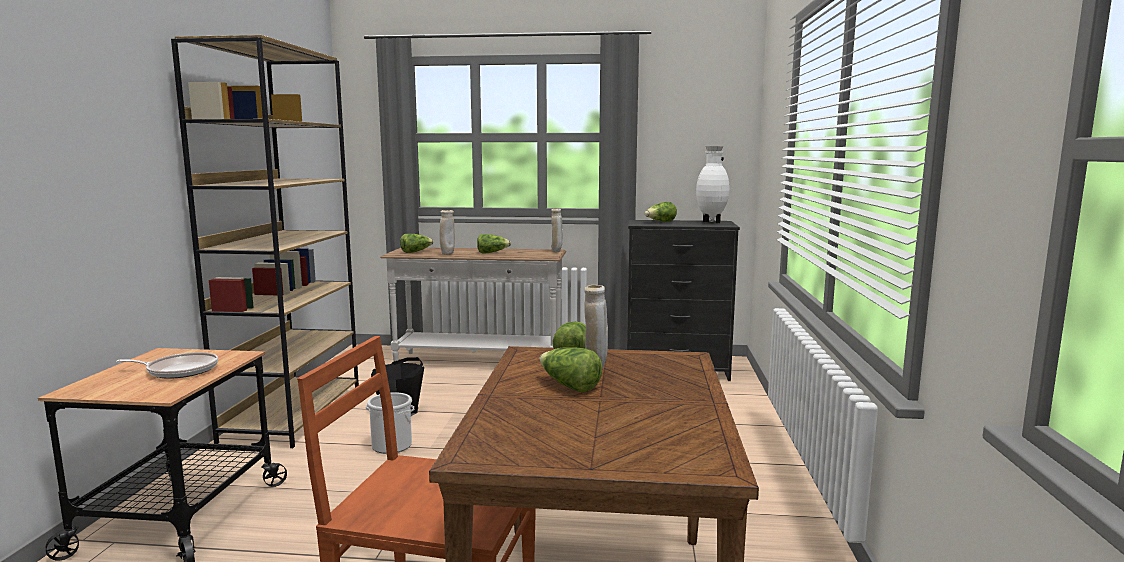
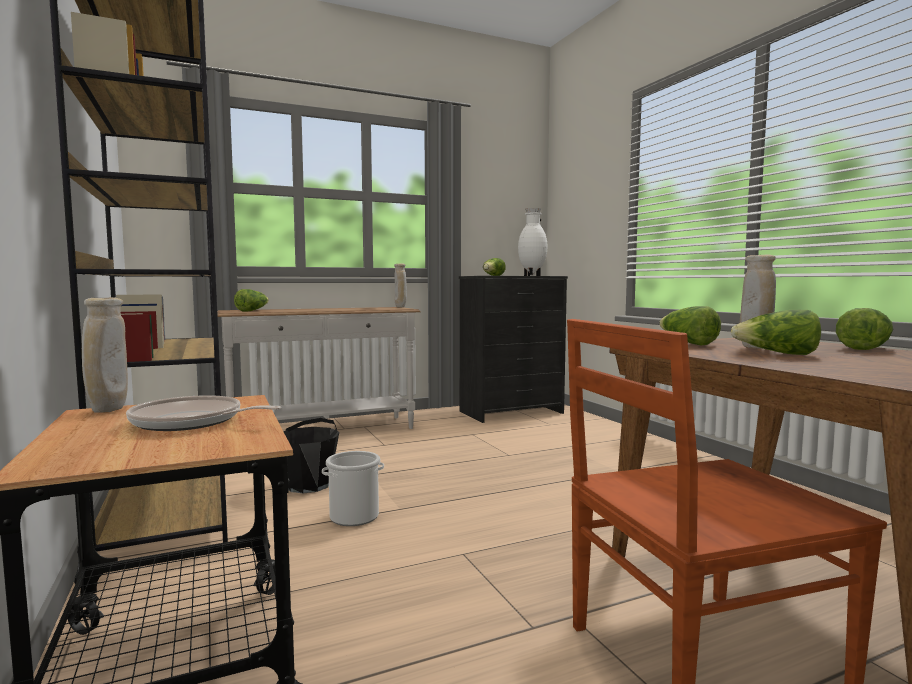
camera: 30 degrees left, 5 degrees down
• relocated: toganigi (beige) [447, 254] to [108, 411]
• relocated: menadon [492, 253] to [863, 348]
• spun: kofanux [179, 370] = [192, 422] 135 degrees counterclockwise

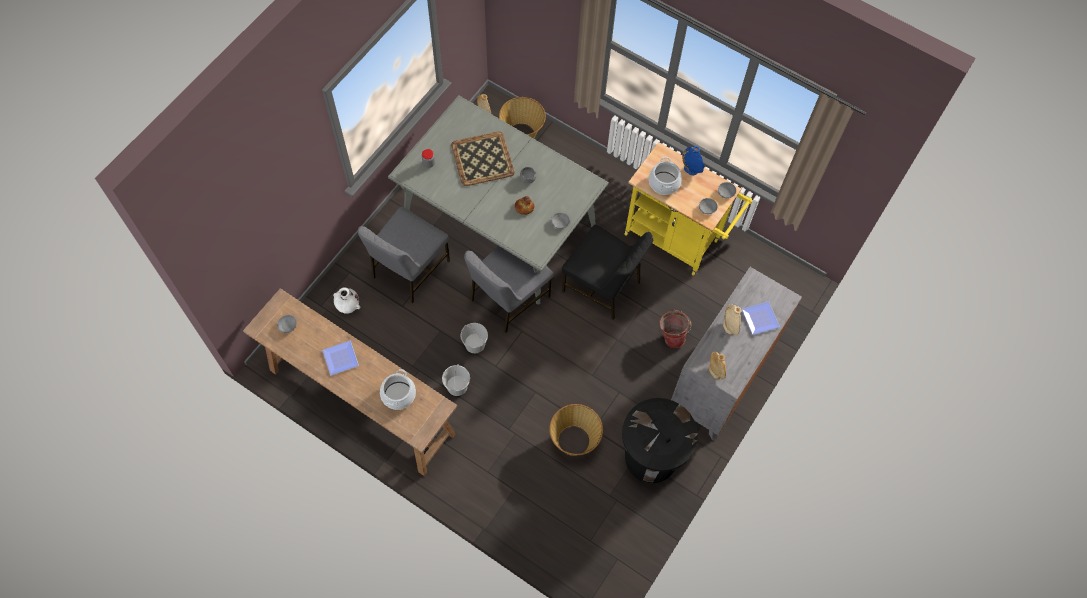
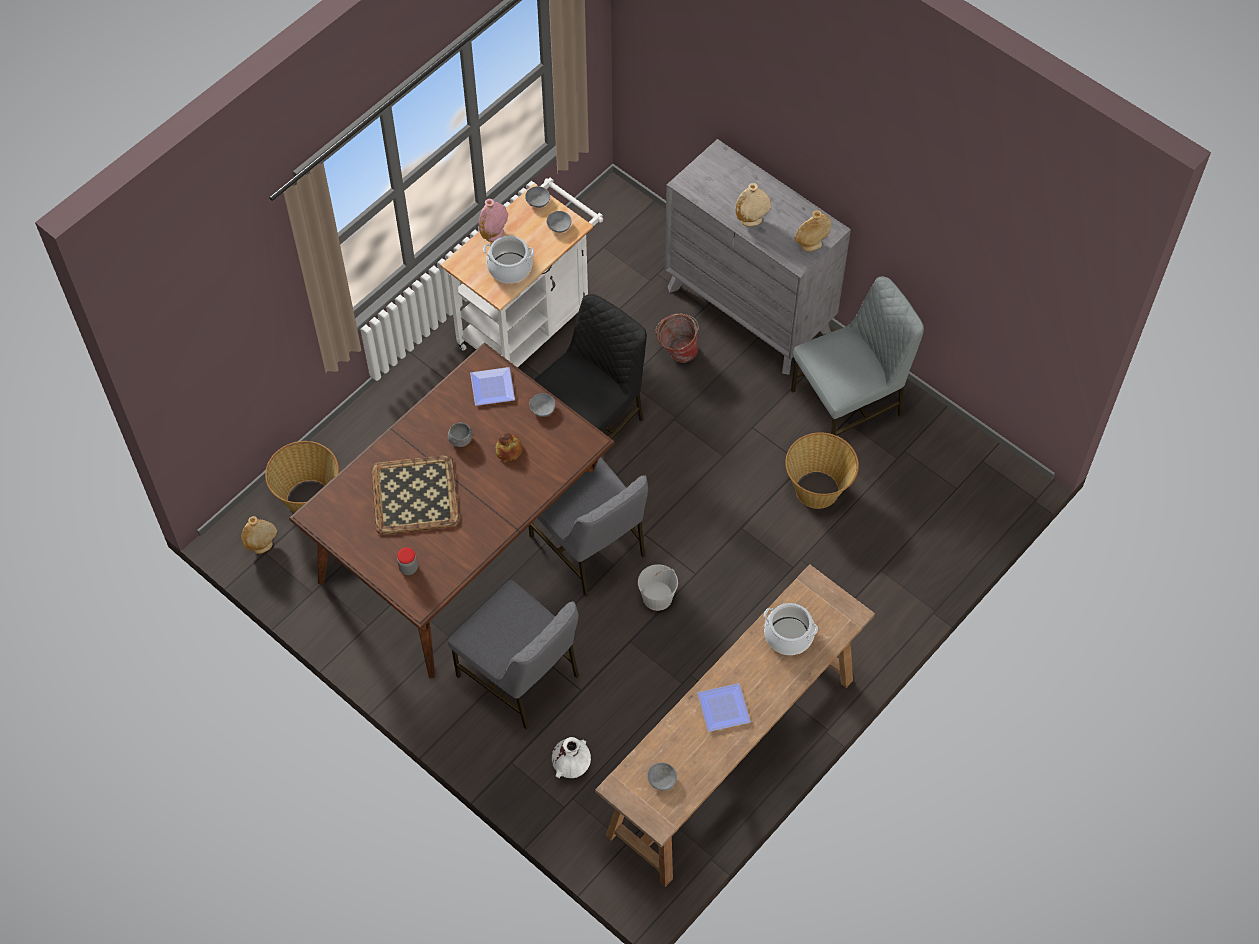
camera: 80 degrees left, 5 degrees down
• colour: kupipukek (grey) [500, 224] to kupipukek (brown) [463, 543]
• colour: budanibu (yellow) [677, 240] to budanibu (white) [530, 324]
• colour: toganigi (blue) [690, 170] to toganigi (pink) [494, 234]
• relocated: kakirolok [759, 320] to [494, 389]
• missing: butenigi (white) [457, 386]
• exchanged: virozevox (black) [651, 458] to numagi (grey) [849, 404]

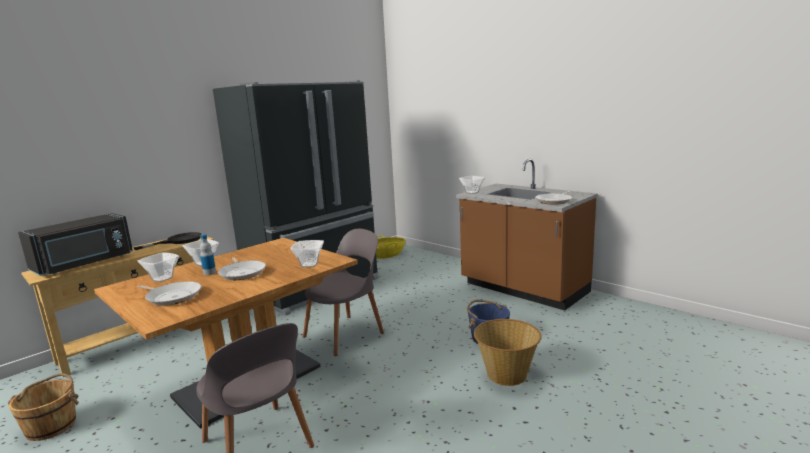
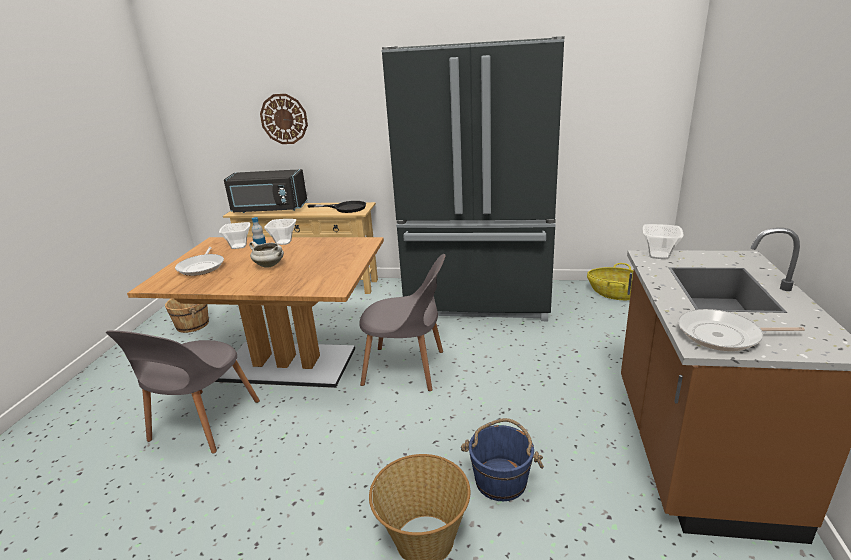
camera: 55 degrees right, 10 degrees up
• missing: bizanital [308, 265]
• exchanged: kofanux [242, 273] to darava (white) [270, 265]
• appeared: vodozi [284, 119]

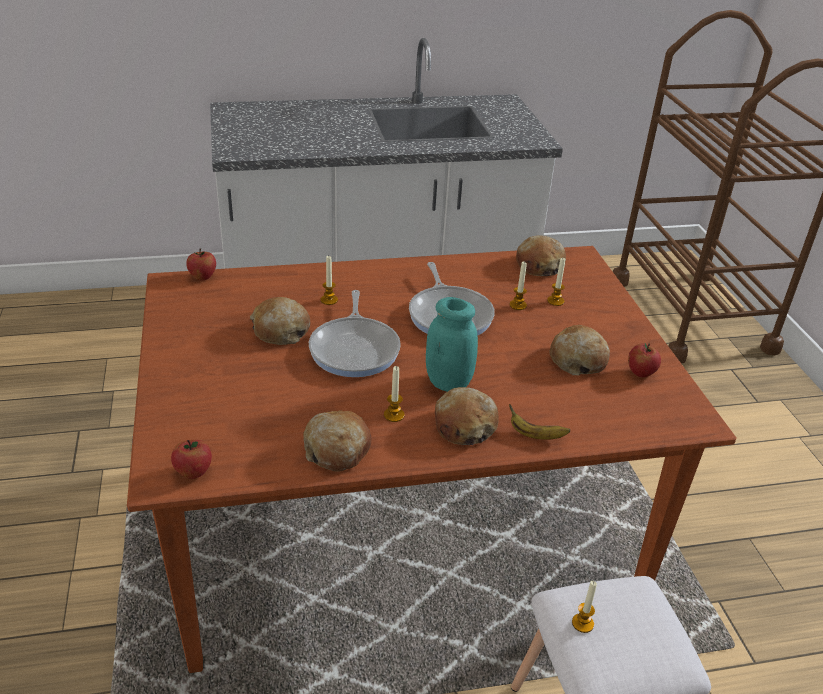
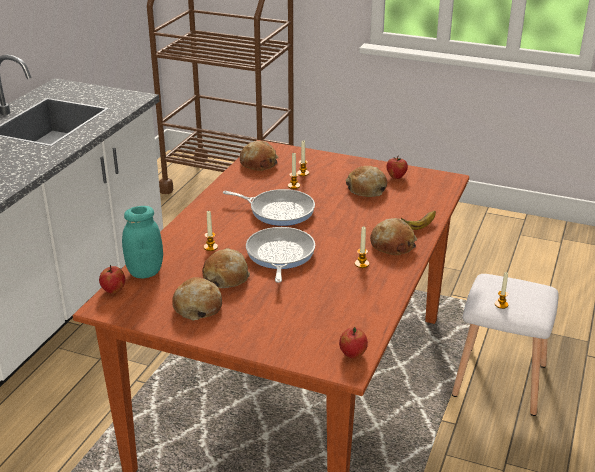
camera: 55 degrees left, 5 degrees down
• spun: kofanux [355, 349] = [279, 255] 120 degrees counterclockwise
• relocated: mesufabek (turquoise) [448, 382] to [145, 272]
• relocated: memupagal [337, 449] to [197, 306]

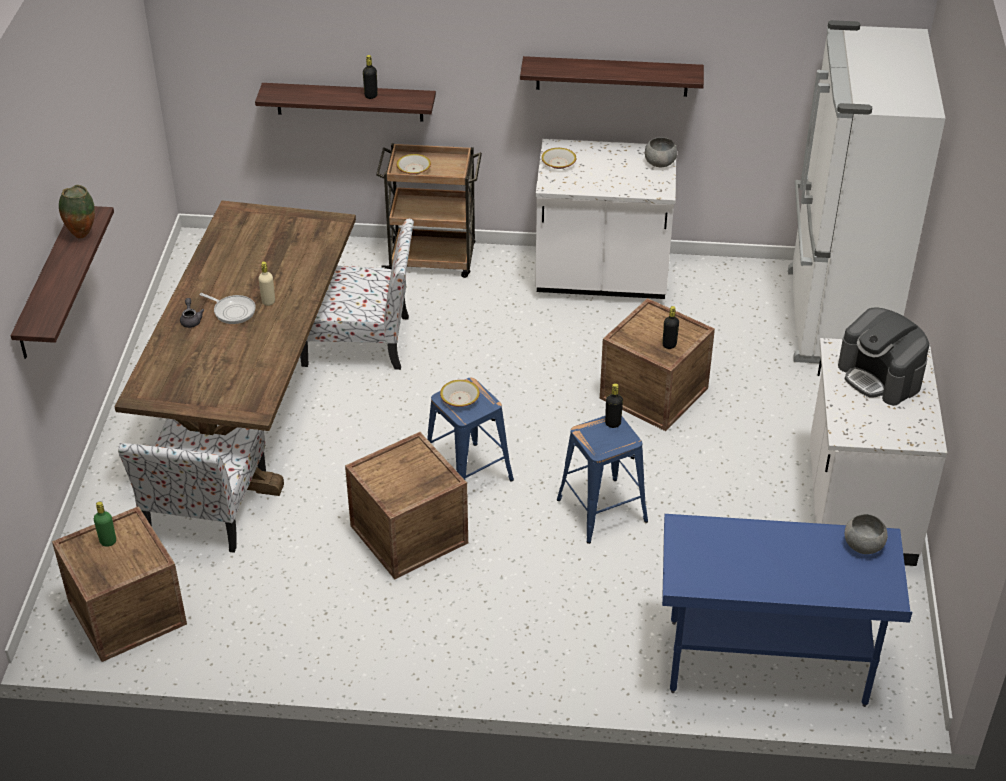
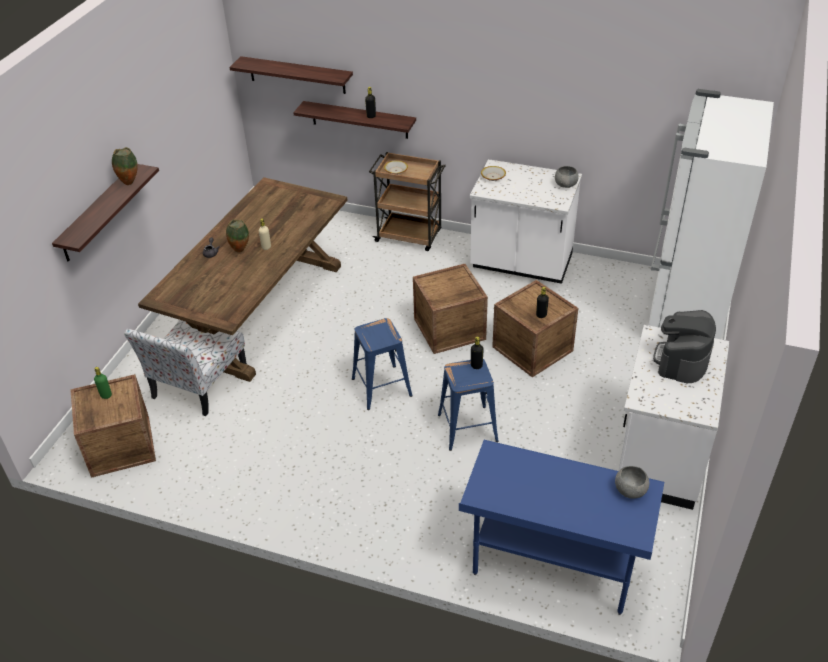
camera: 15 degrees right, 0 degrees up
• relocated: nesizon [612, 76] to [297, 75]
• missing: numagi [359, 341]
• exchanged: kofanux [232, 311] to toganigi [240, 250]
• spun: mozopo [880, 376] = [681, 360] 45 degrees clockwise
• missing: bizanital [459, 398]
• relocated: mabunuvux [409, 534] to [449, 329]

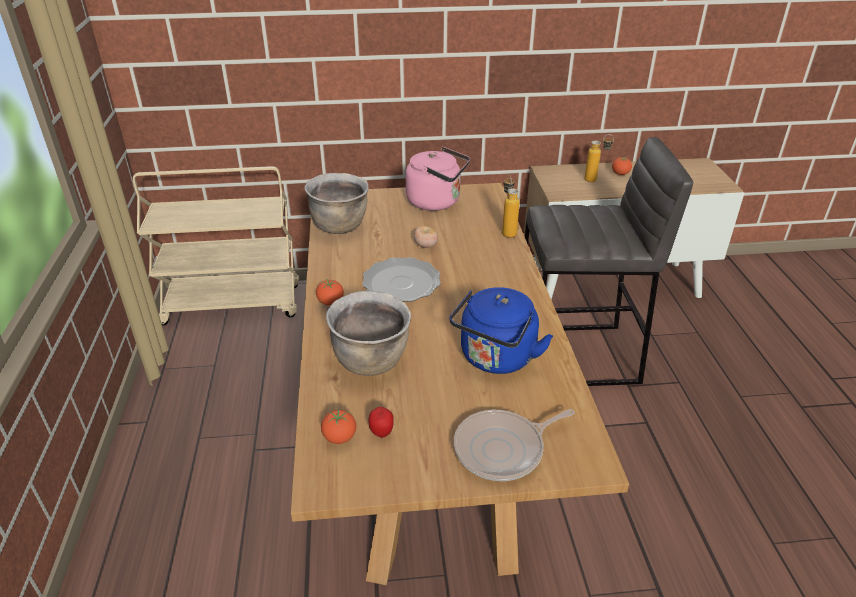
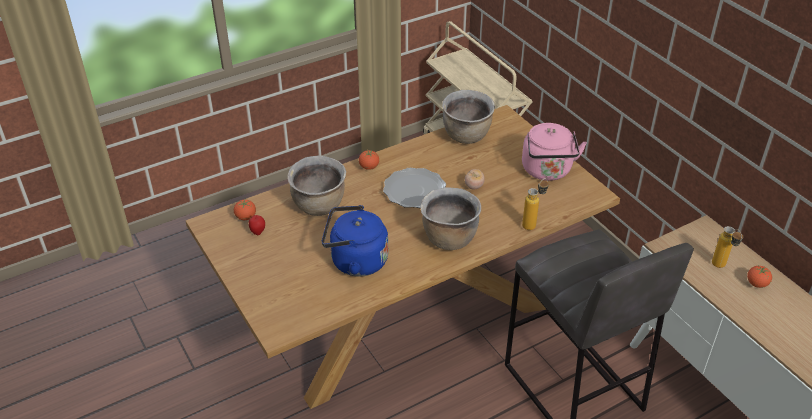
camera: 65 degrees right, 5 degrees up
• missing: kofanux [503, 449]
• appeared: darava (brown) [449, 238]

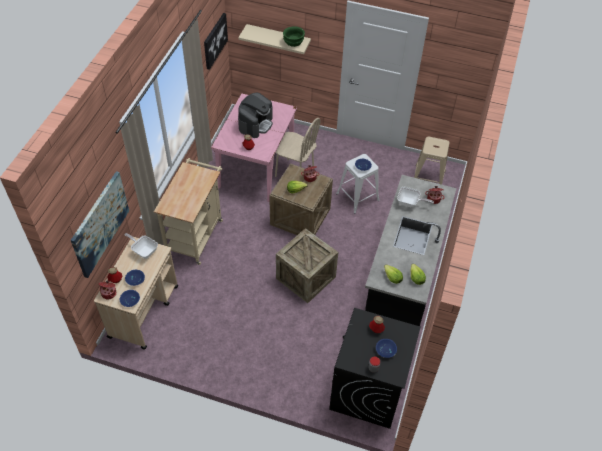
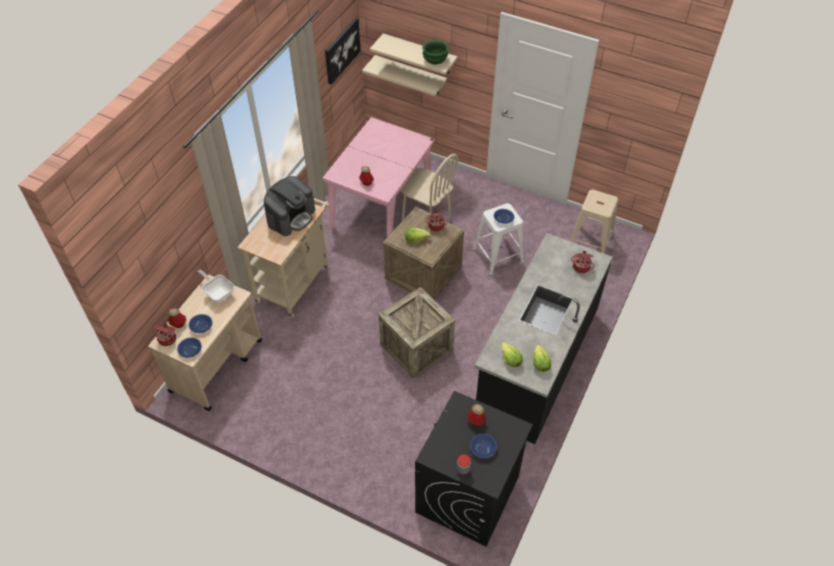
camera: 10 degrees right, 0 degrees up
• relocated: mozopo [255, 124] to [291, 216]
• missing: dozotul [100, 223]
• missing: kofanux [410, 203]
• appeared: nesizon (beige) [410, 75]

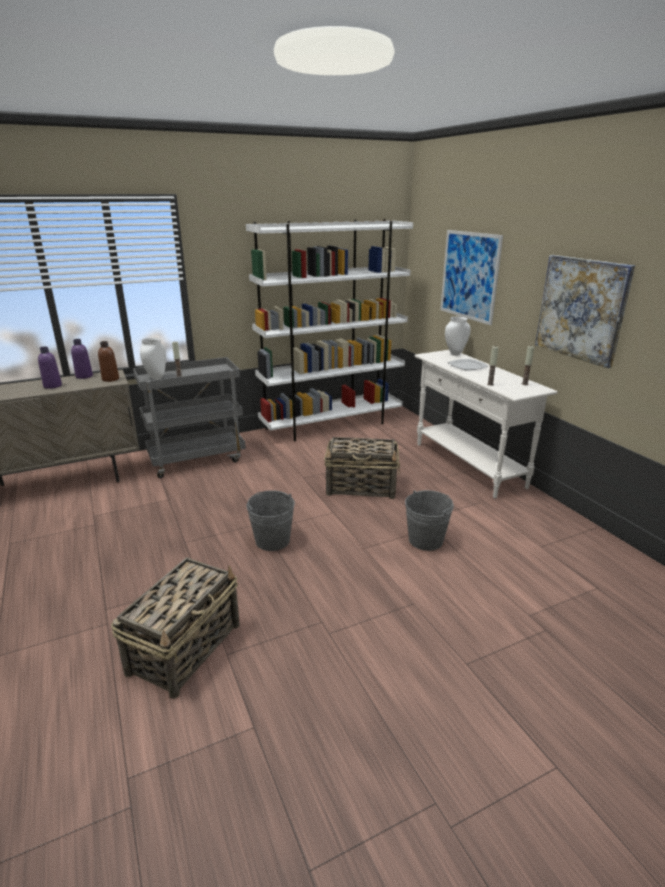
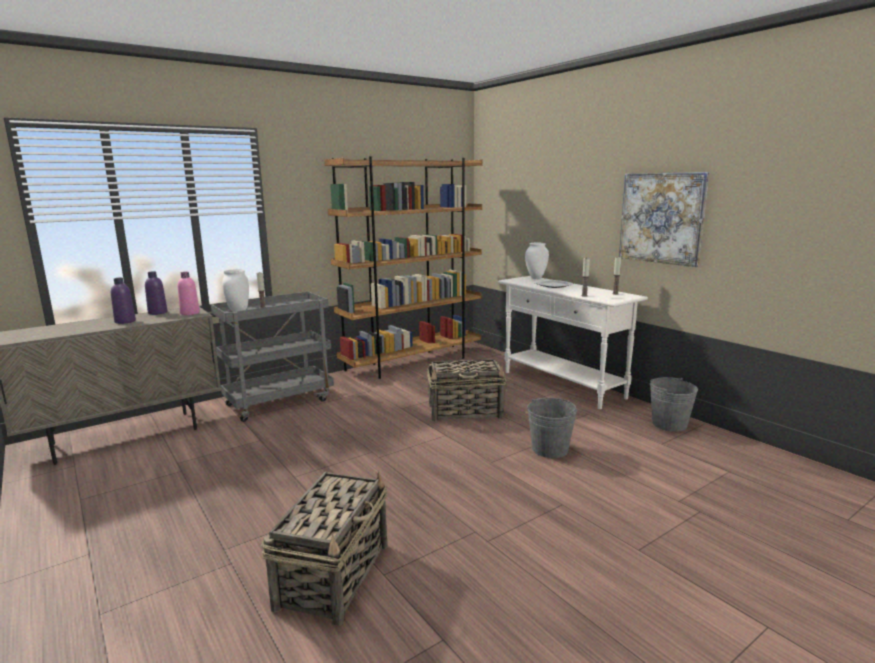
camera: 10 degrees left, 10 degrees down
• colour: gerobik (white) [332, 424] to gerobik (brown) [413, 362]
• missing: dozotul [469, 276]
• colour: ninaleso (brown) [110, 379] to ninaleso (pink) [190, 313]
• relocated: butenigi (grey) [272, 540] to [669, 424]

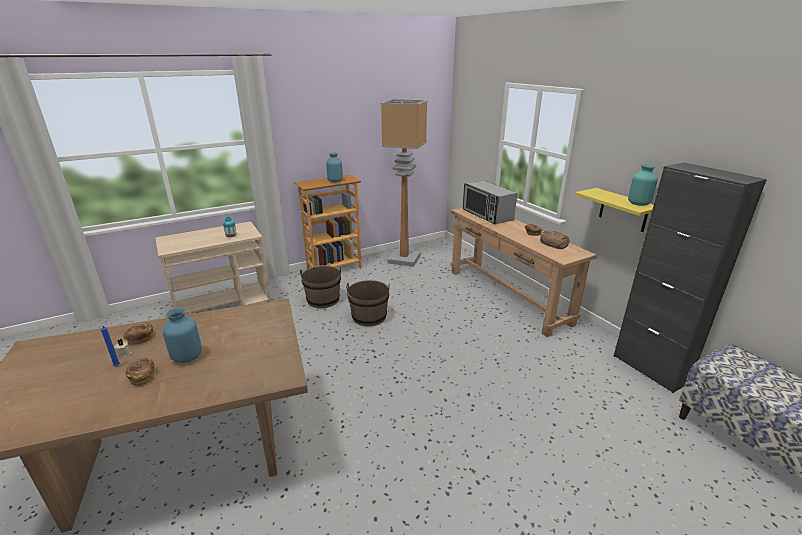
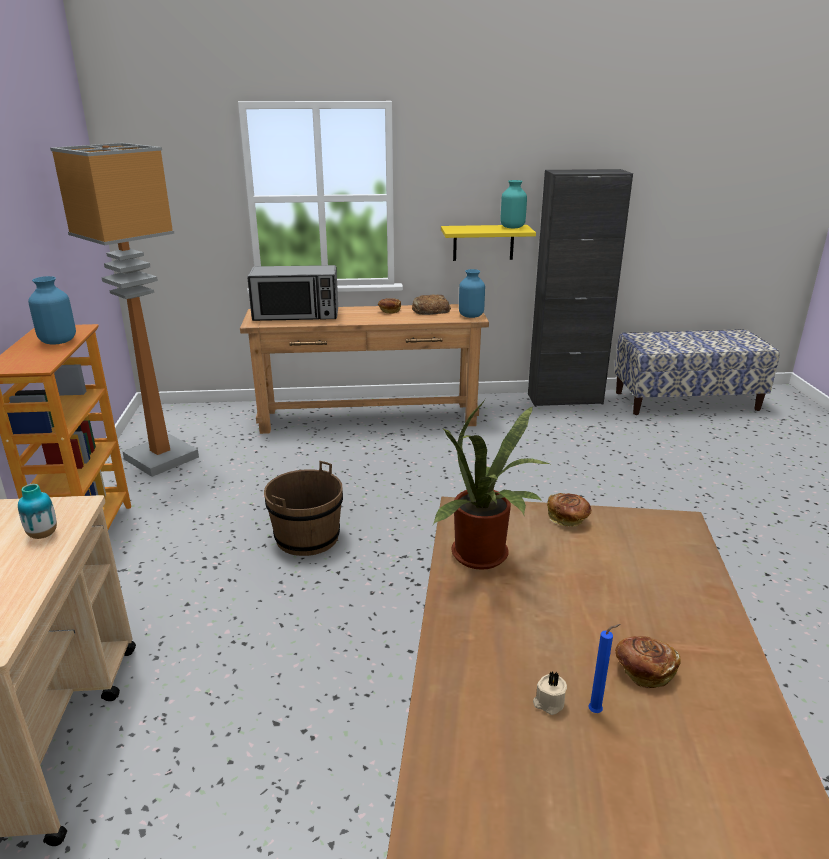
camera: 65 degrees left, 0 degrees up
• missing: butenigi (brown) [323, 300]
• relocated: toganigi (blue) [188, 357] to [470, 315]
• relocated: memupagal [140, 339] to [568, 519]
• appeared: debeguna [484, 557]

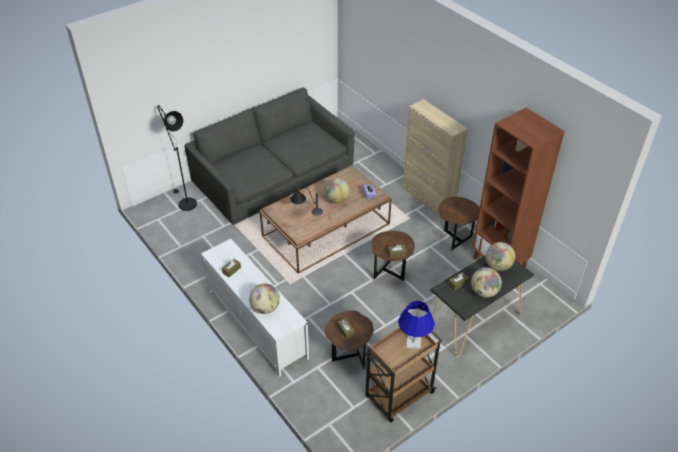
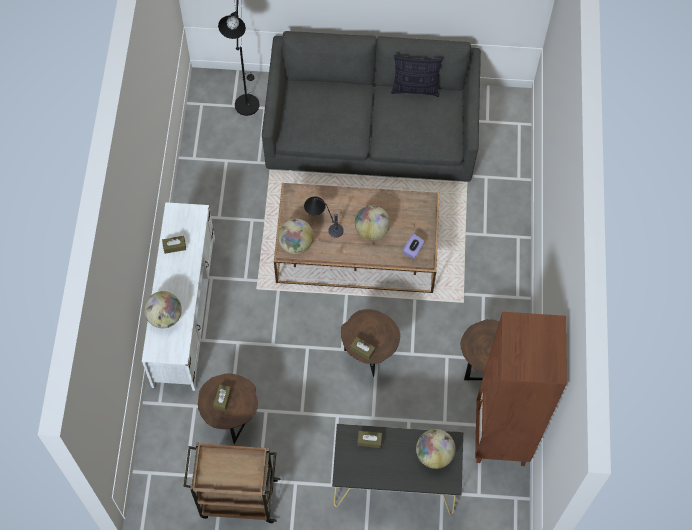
camera: 40 degrees right, 20 degrees up
• missing: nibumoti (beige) [428, 199]
• relocated: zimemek [484, 292] to [296, 244]
• missing: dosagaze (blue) [413, 343]
• appeared: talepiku [415, 89]

